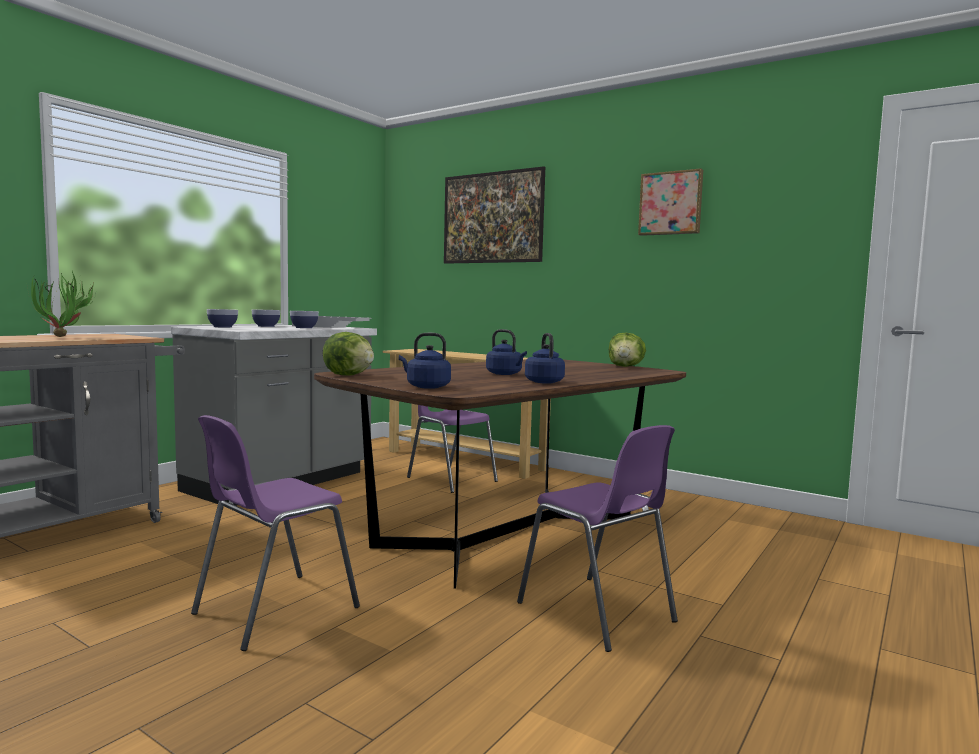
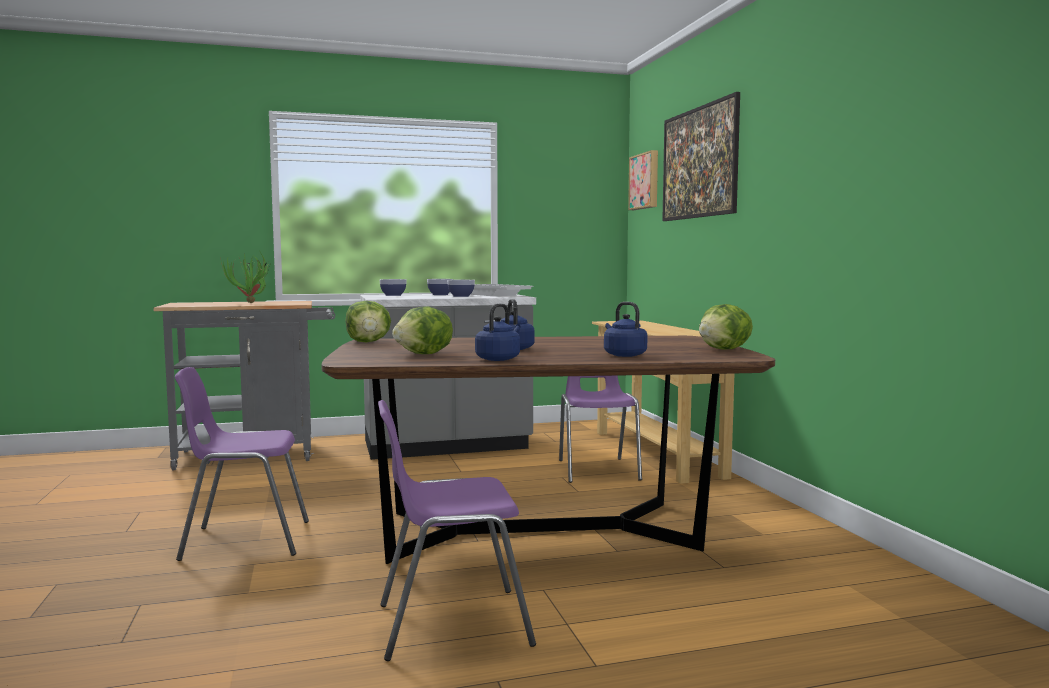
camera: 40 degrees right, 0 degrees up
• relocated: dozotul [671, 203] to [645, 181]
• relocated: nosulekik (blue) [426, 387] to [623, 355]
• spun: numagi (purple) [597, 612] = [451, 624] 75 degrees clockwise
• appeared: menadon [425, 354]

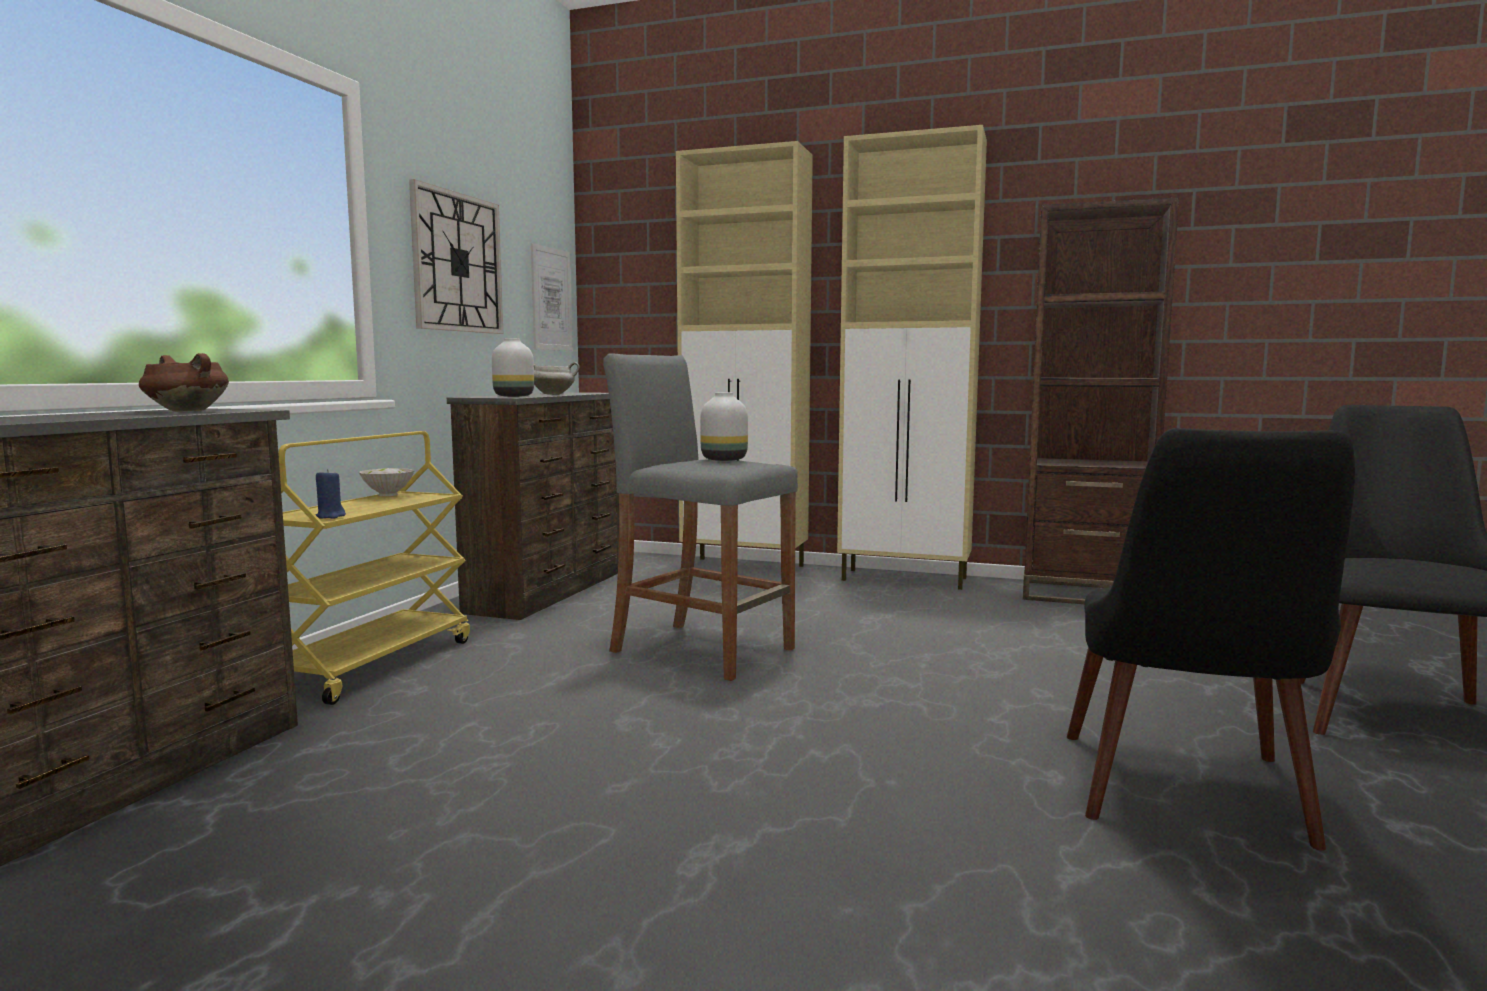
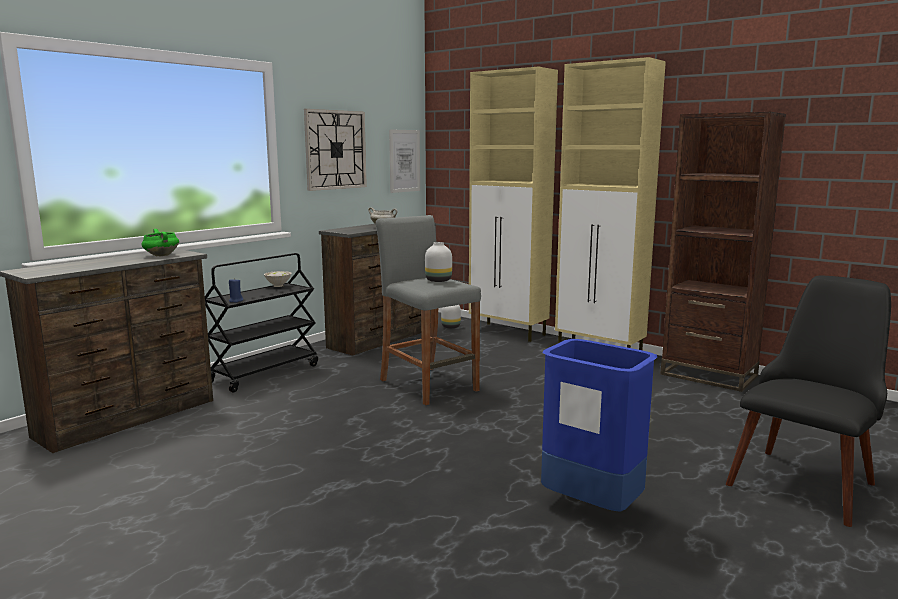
camera: 20 degrees right, 5 degrees up
• relocated: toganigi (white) [514, 396] to [451, 327]
• colour: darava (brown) [185, 411] to darava (green) [161, 255]
• exchanged: numagi (black) [1190, 802] to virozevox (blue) [590, 506]
• colour: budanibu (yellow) [373, 665] to budanibu (black) [264, 373]

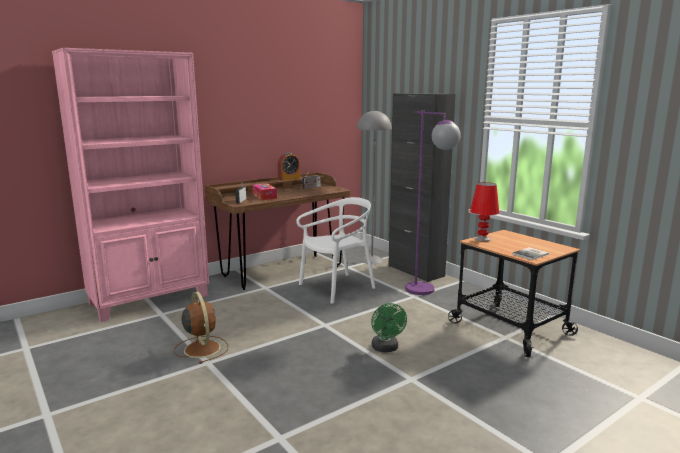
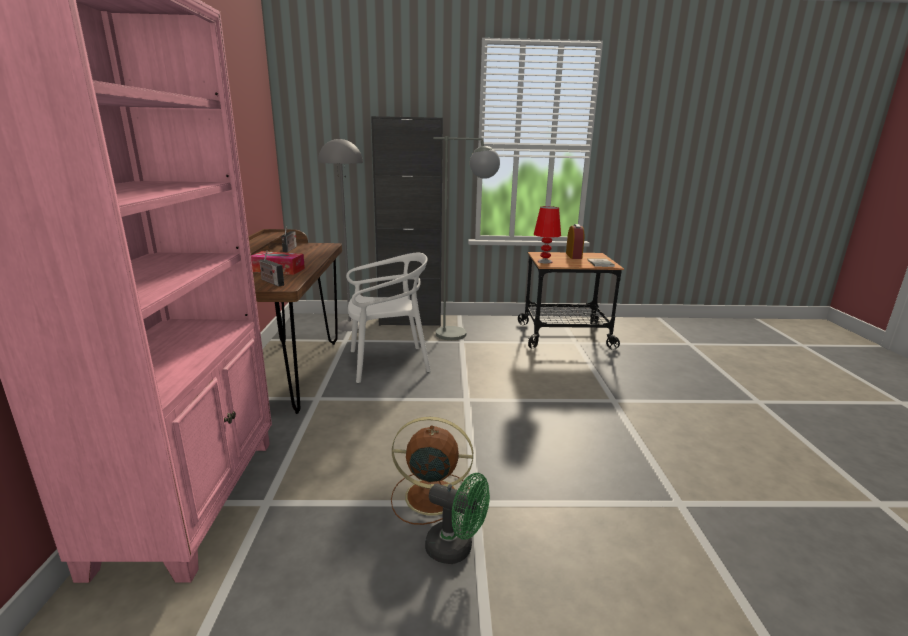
camera: 55 degrees left, 5 degrees up
• colour: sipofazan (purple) [427, 292] to sipofazan (grey) [462, 334]
• relocated: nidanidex [289, 179] to [573, 256]
• spun: numagi (white) [337, 288] = [387, 363] 75 degrees clockwise
• relocated: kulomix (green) [386, 349] to [456, 549]

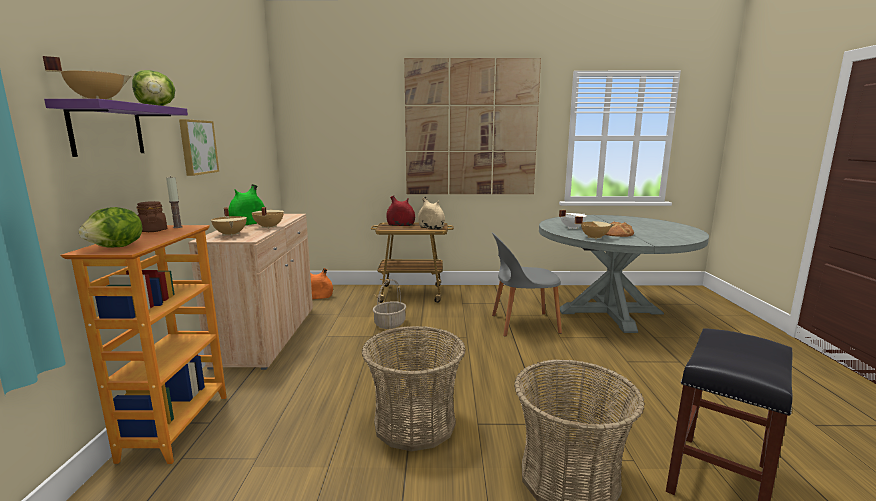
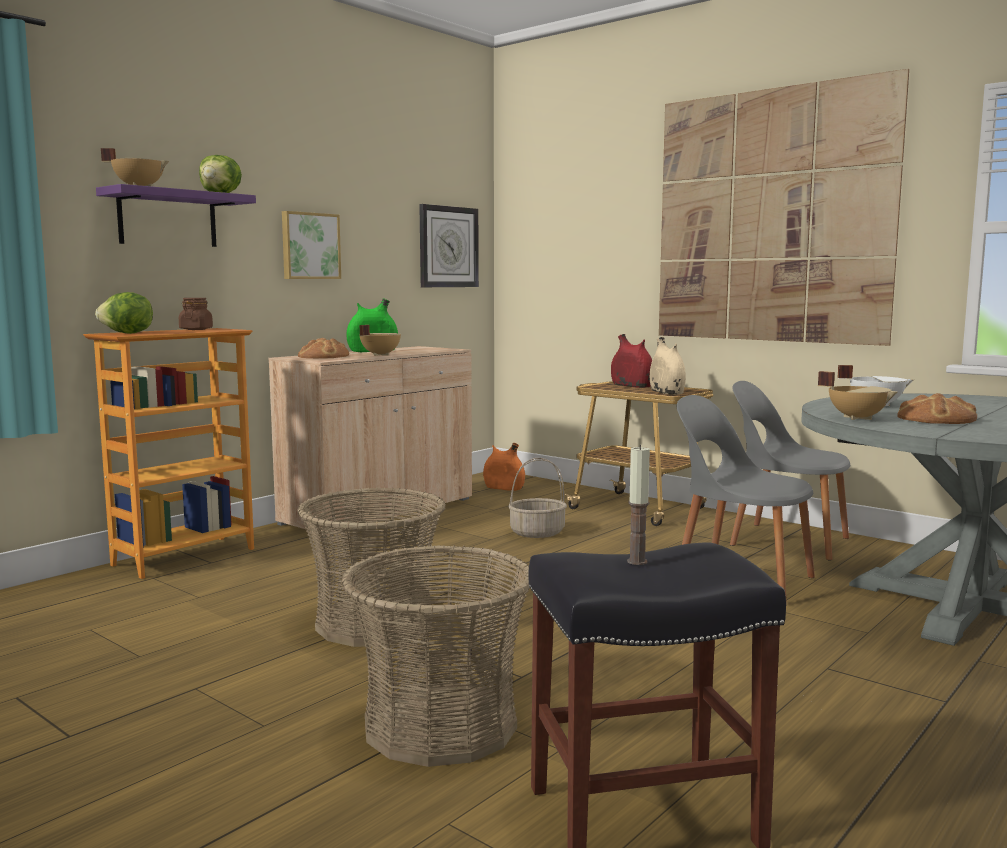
camera: 40 degrees right, 5 degrees down
• relocated: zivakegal [177, 227] to [637, 561]
• exchanged: darava (beige) [231, 234] to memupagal [323, 356]
• appeared: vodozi [448, 247]
• appeared: numagi (grey) [785, 541]

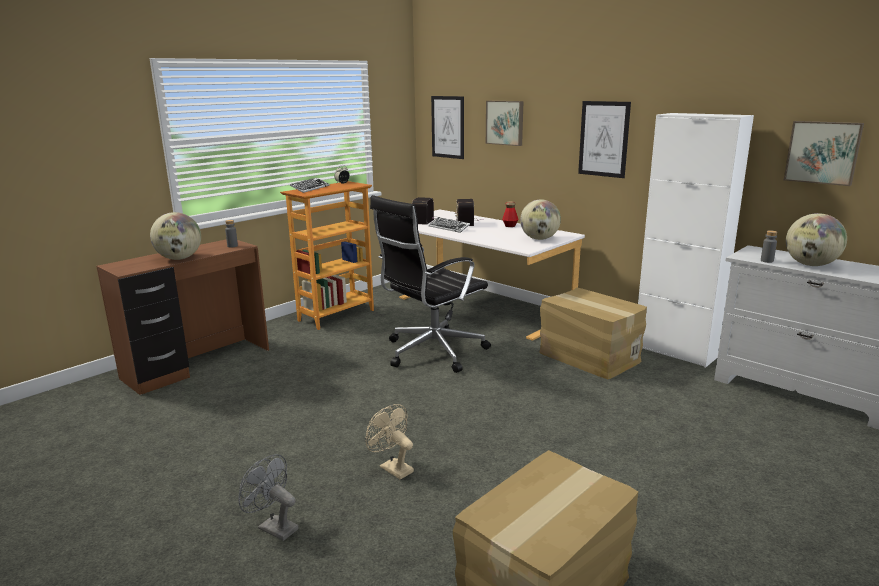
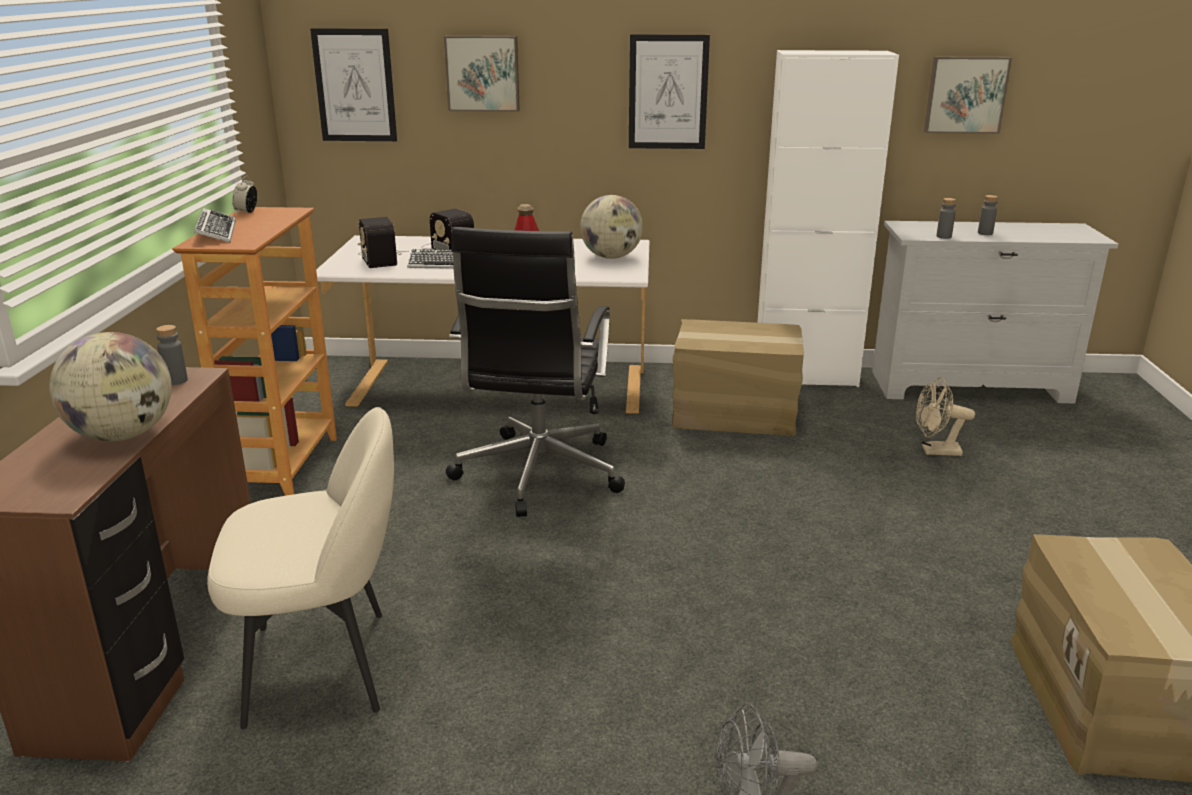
camera: 40 degrees left, 5 degrees up
• exchanged: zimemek [810, 265] to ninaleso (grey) [985, 233]
• relocated: kulomix (beige) [392, 468] to [935, 451]
• appeared: numagi (beige) [323, 666]

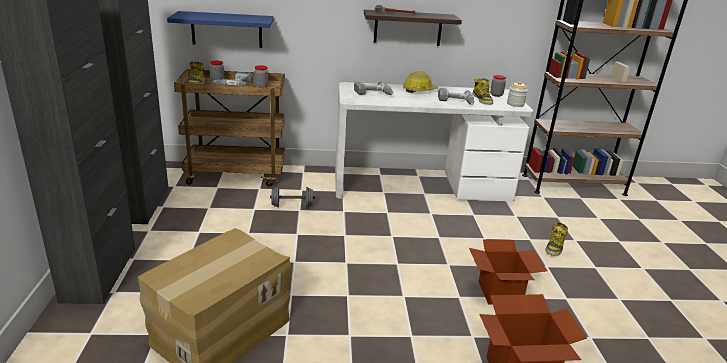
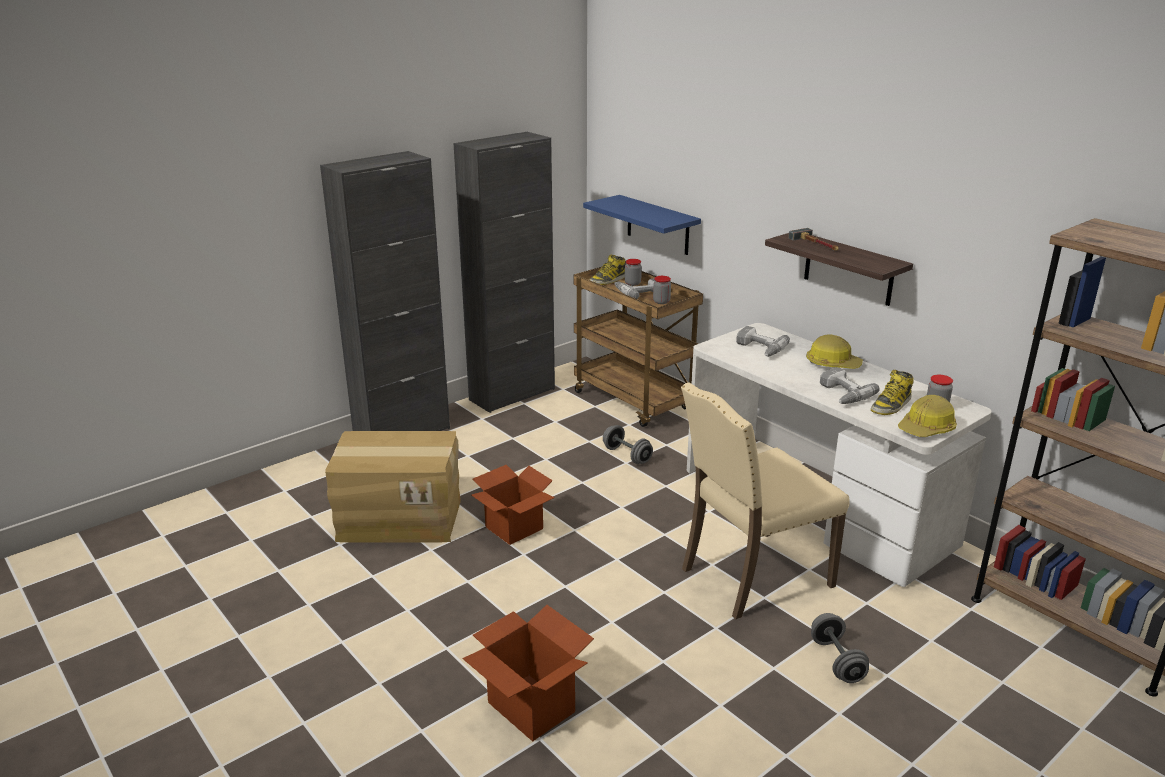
camera: 55 degrees right, 0 degrees up
• exchanged: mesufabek [515, 104] to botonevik [926, 429]
• exchanged: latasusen [554, 246] to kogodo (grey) [837, 661]
• relocated: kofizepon [499, 292] to [514, 528]
• appeared: numagi (beige) [752, 576]

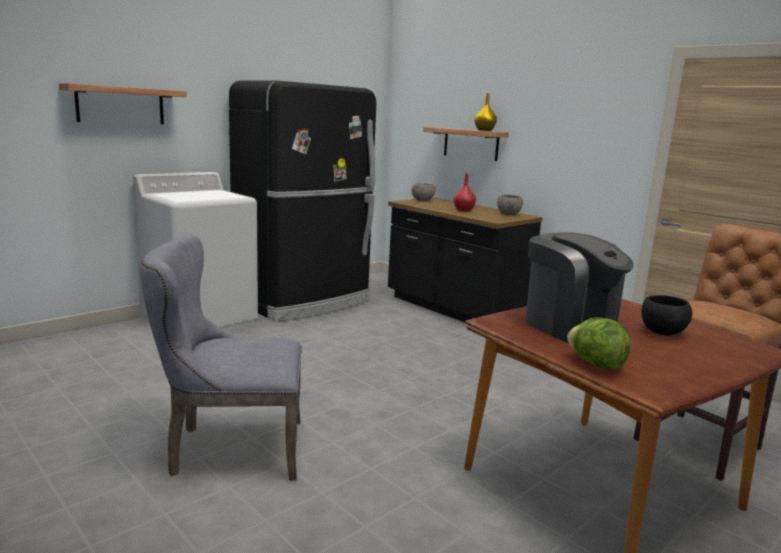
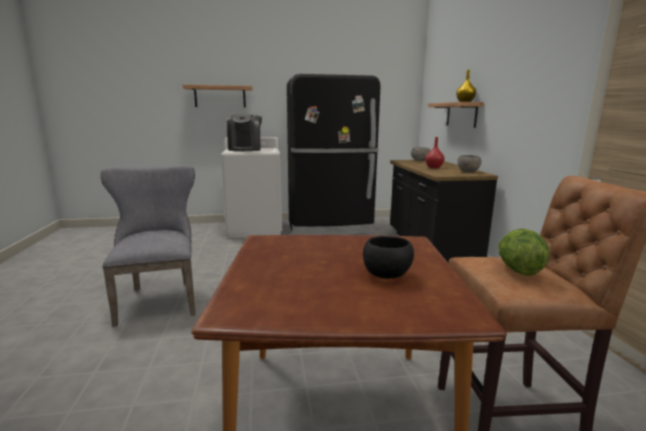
camera: 35 degrees right, 0 degrees up
• relocated: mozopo [571, 326] to [245, 149]
• spun: numagi (grey) [229, 449] = [159, 298] 45 degrees clockwise
• relocated: menadon [595, 364] to [518, 270]

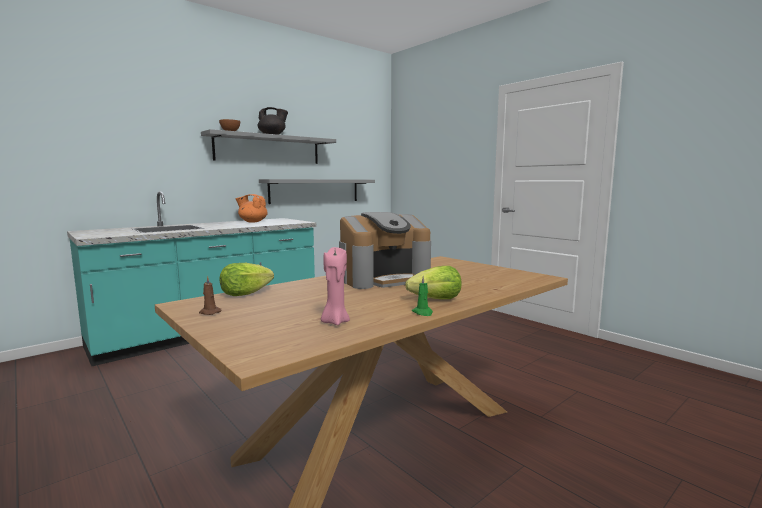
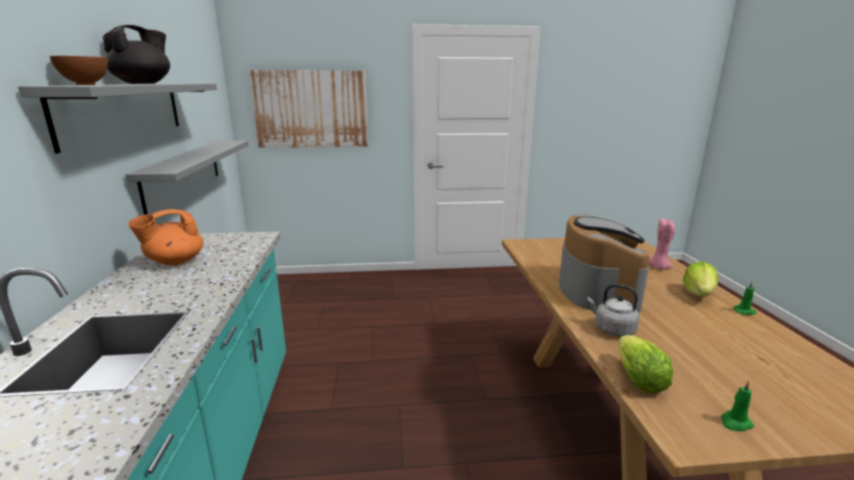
camera: 55 degrees left, 10 degrees up
• relocated: zivakegal (pink) [335, 322] to [658, 267]
• colour: zivakegal (brown) [209, 312] to zivakegal (green) [735, 423]
• appeared: dozotul [311, 109]
• appeared: nosulekik (grey) [612, 329]

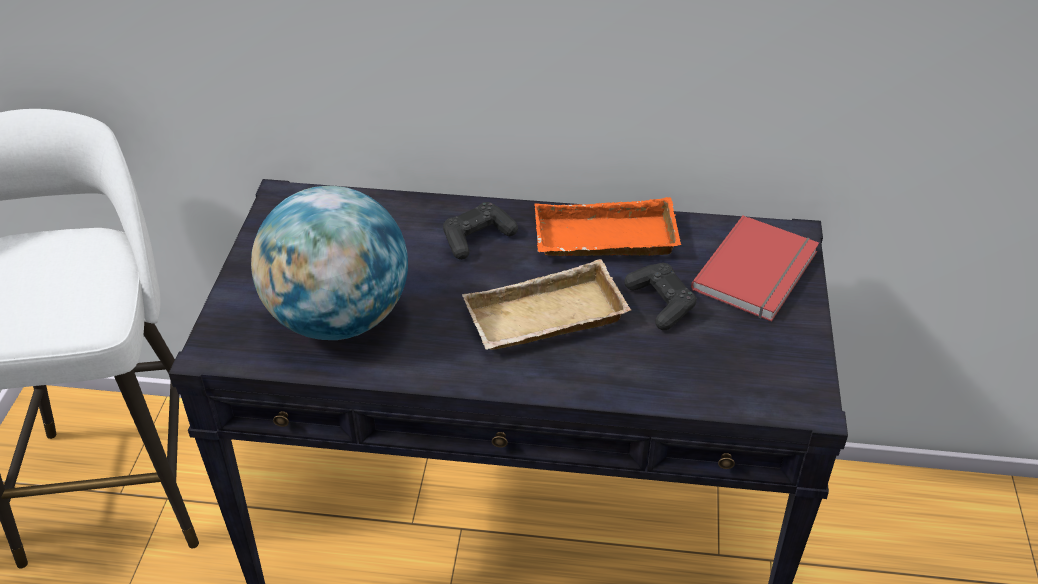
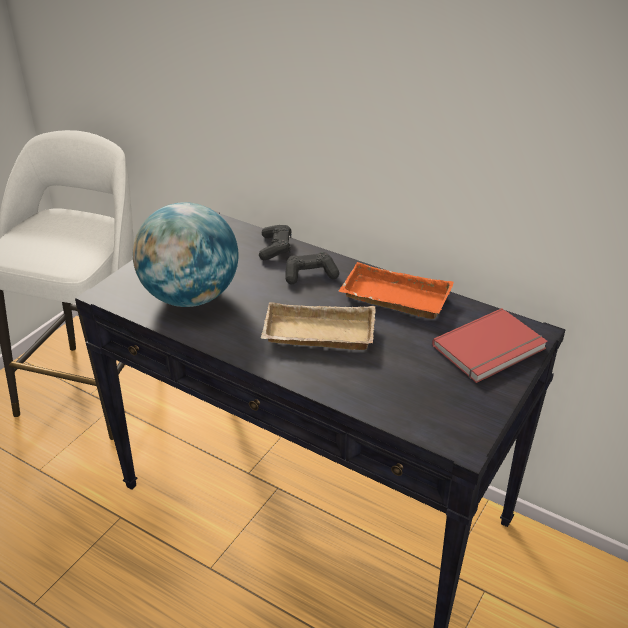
camera: 25 degrees right, 5 degrees down
• relocated: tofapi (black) [661, 303] to [275, 248]

